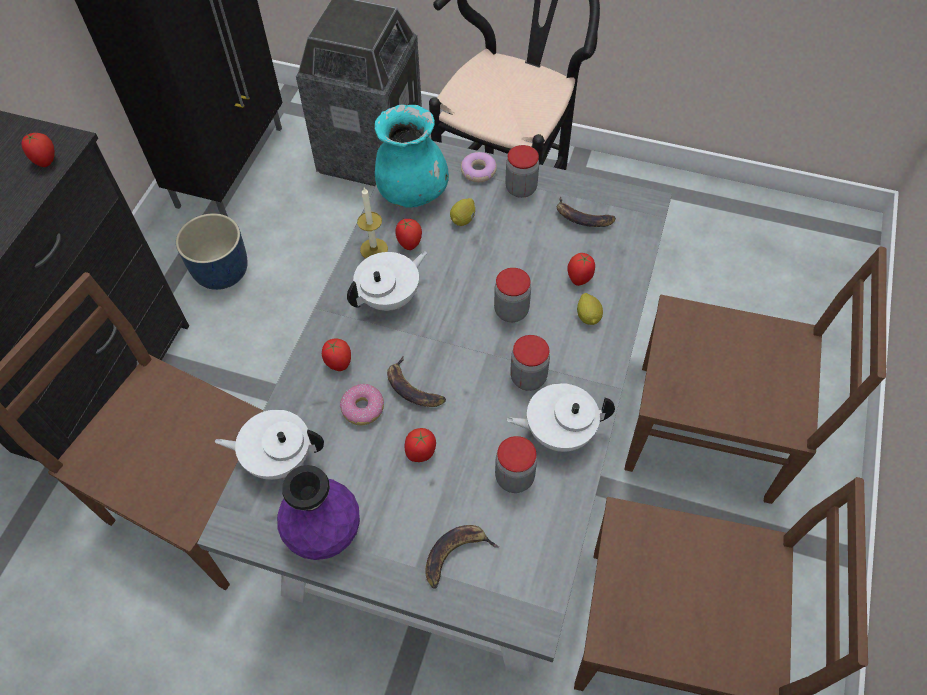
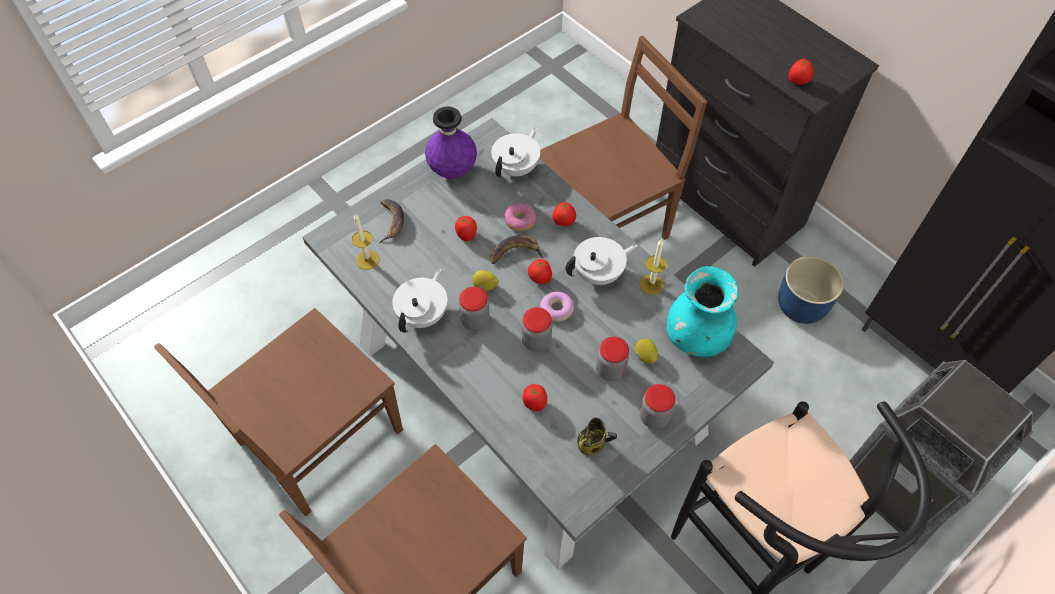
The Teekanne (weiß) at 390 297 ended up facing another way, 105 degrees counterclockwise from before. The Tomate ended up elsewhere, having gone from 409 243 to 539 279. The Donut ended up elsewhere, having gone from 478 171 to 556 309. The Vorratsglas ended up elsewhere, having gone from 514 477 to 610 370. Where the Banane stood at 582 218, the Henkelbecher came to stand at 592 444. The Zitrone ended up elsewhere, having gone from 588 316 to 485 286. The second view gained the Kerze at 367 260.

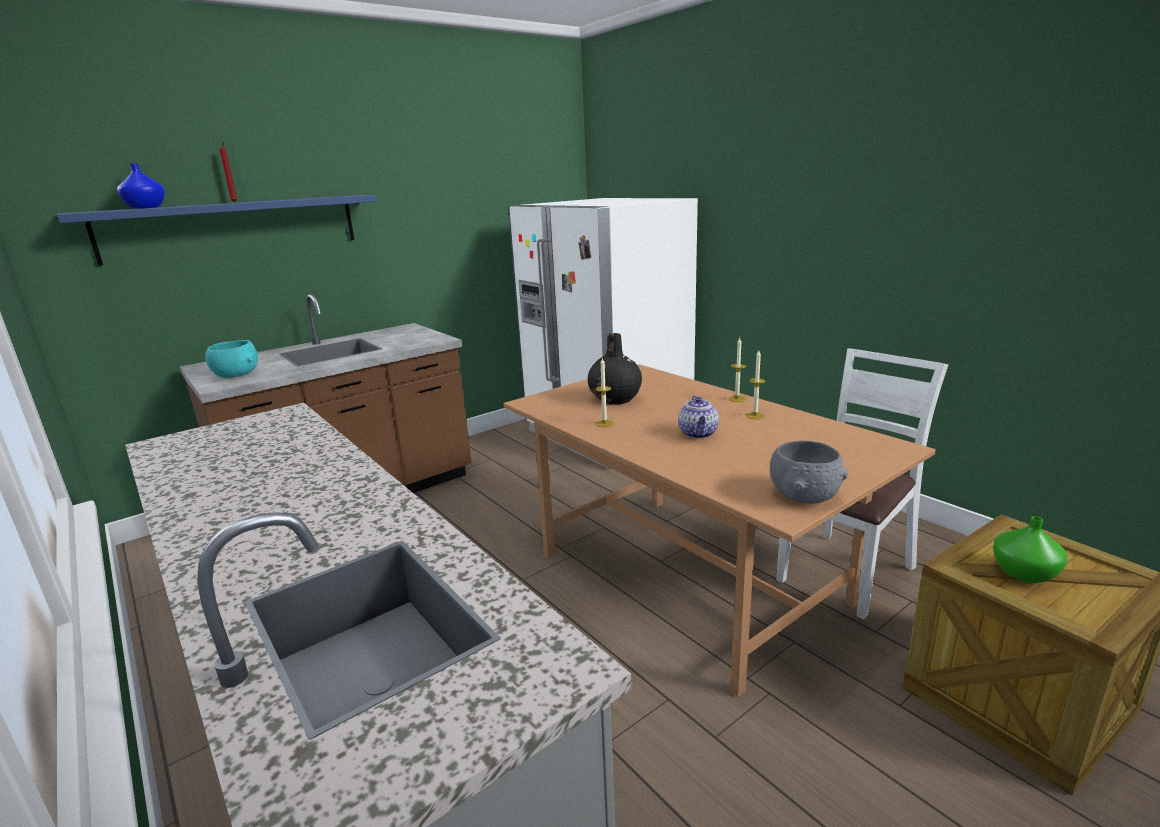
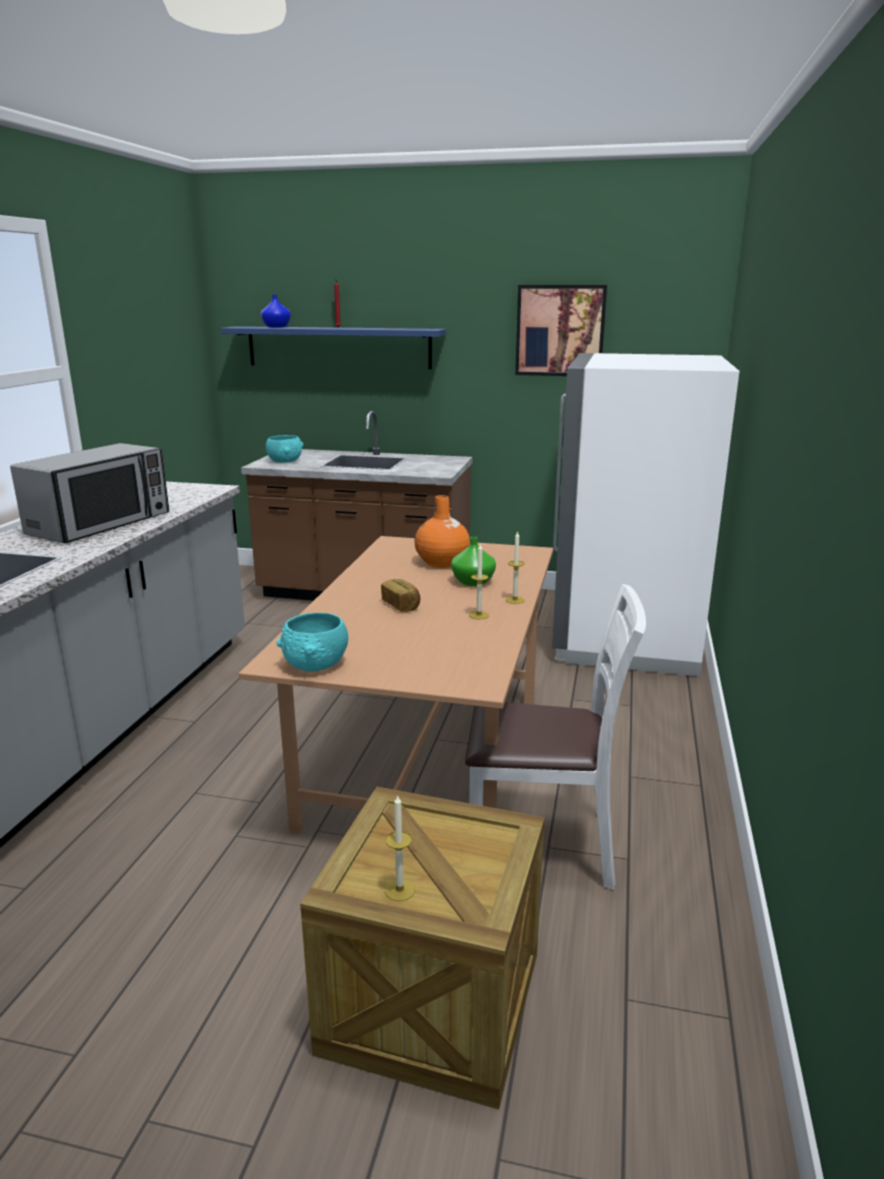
What was the Vase (schwarz) at 615 399 turned into the Vase (orange) at 442 562. The Kerze ended up elsewhere, having gone from 604 423 to 399 890. Where the Teekanne stood at 698 434, the Brot came to stand at 401 605. What was the Schüssel (grau) at 805 495 turned into the Schüssel (türkis) at 316 664. The Vase (grün) ended up elsewhere, having gone from 1023 573 to 472 581. The second view gained the Mikrowelle at 101 524. The second view gained the Bild at 560 331.

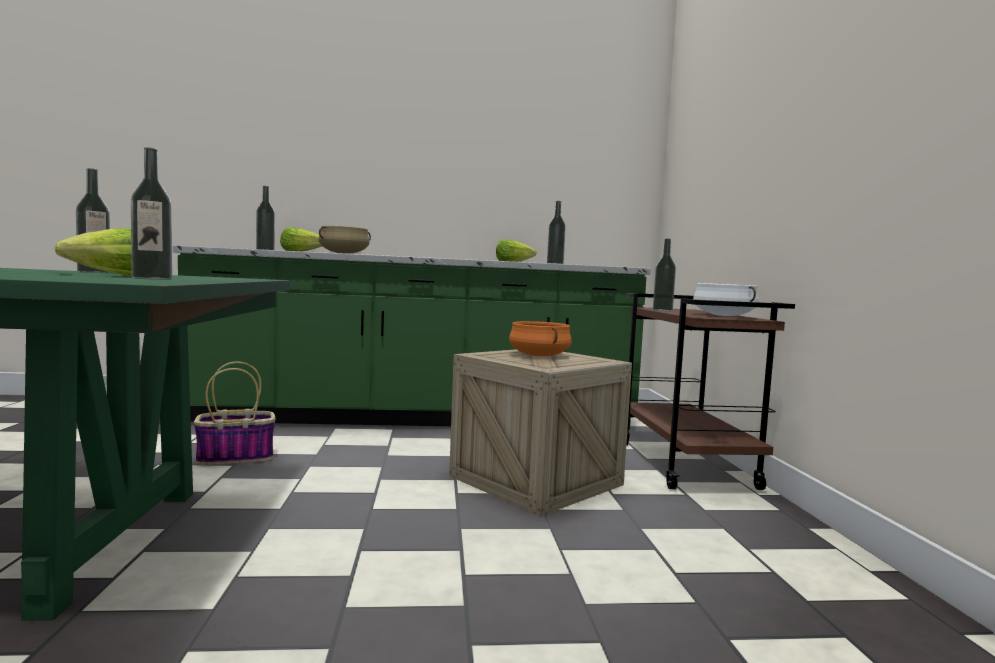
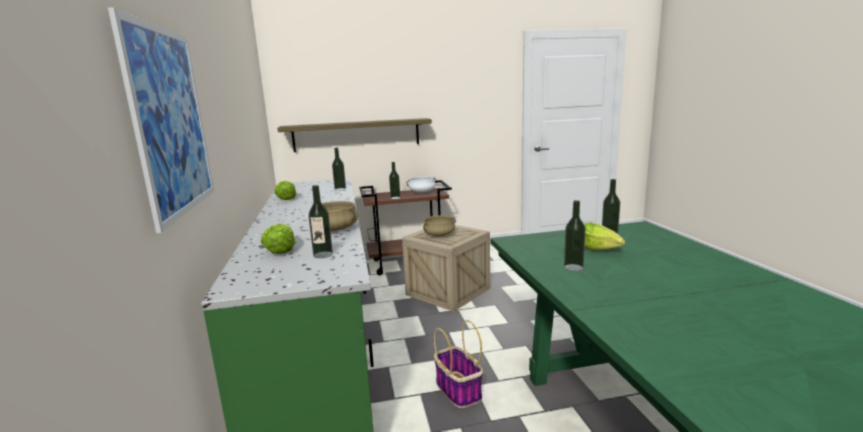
What was the Kochtopf (orange) at 538 355 turned into the Kochtopf (beige) at 439 235. The second view gained the Bild at 171 121. The second view gained the Wandregal at 356 135.

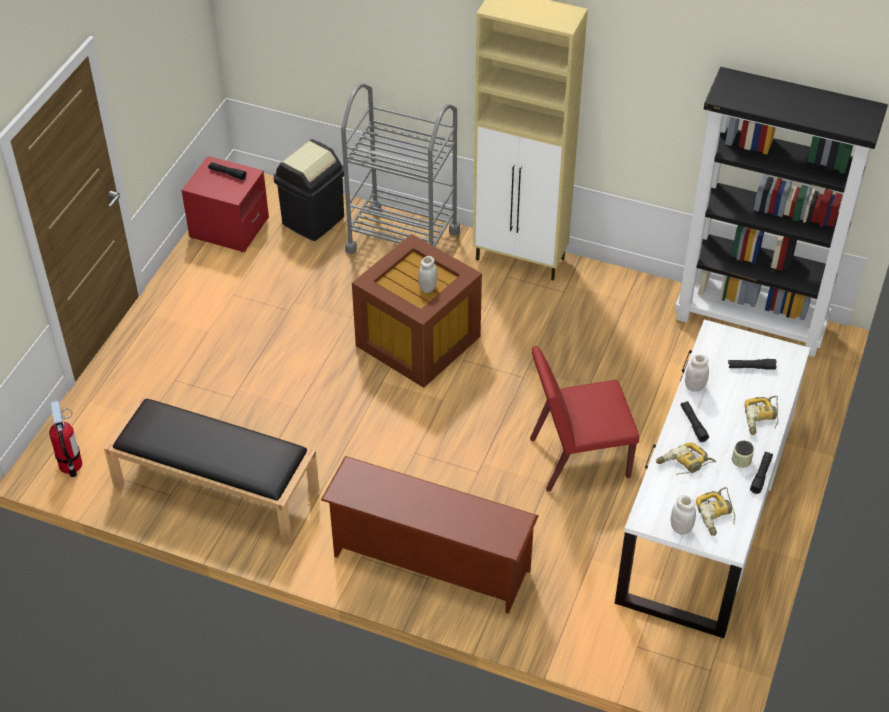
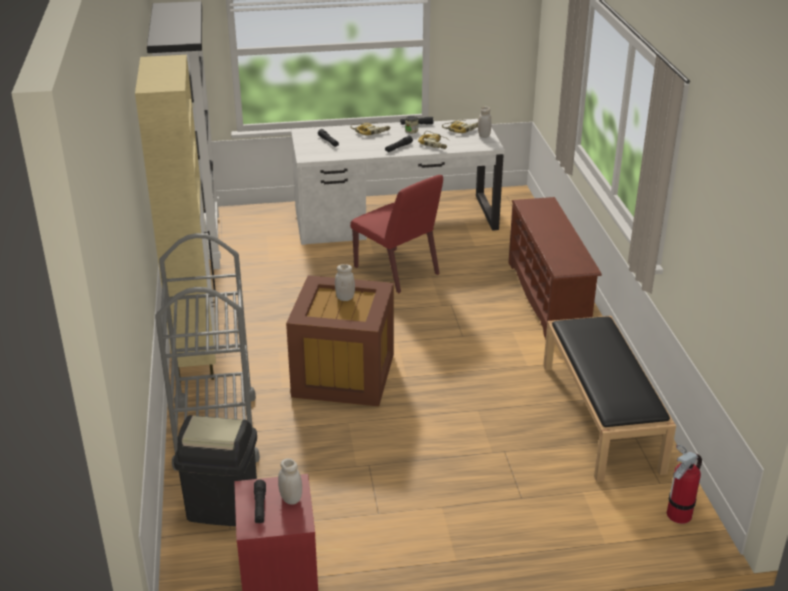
The Vorratsglas (weiß) ended up elsewhere, having gone from 694 386 to 291 499.

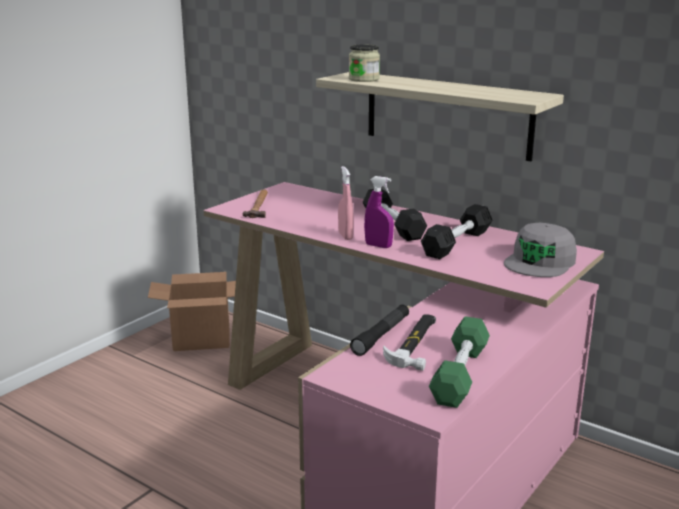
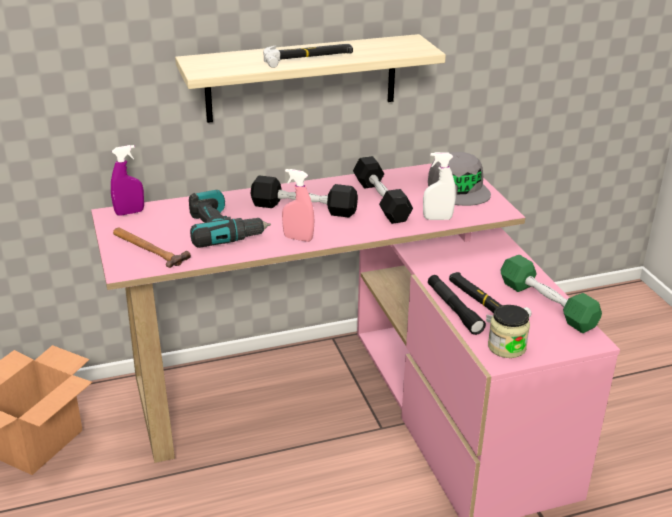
The Vorratsglas ended up elsewhere, having gone from 364 79 to 506 347. The Sprühflasche (lila) ended up elsewhere, having gone from 378 246 to 129 212. The second view gained the Bohrmaschine at 223 230. The second view gained the Hammer at 308 57. The second view gained the Sprühflasche (weiß) at 437 218.

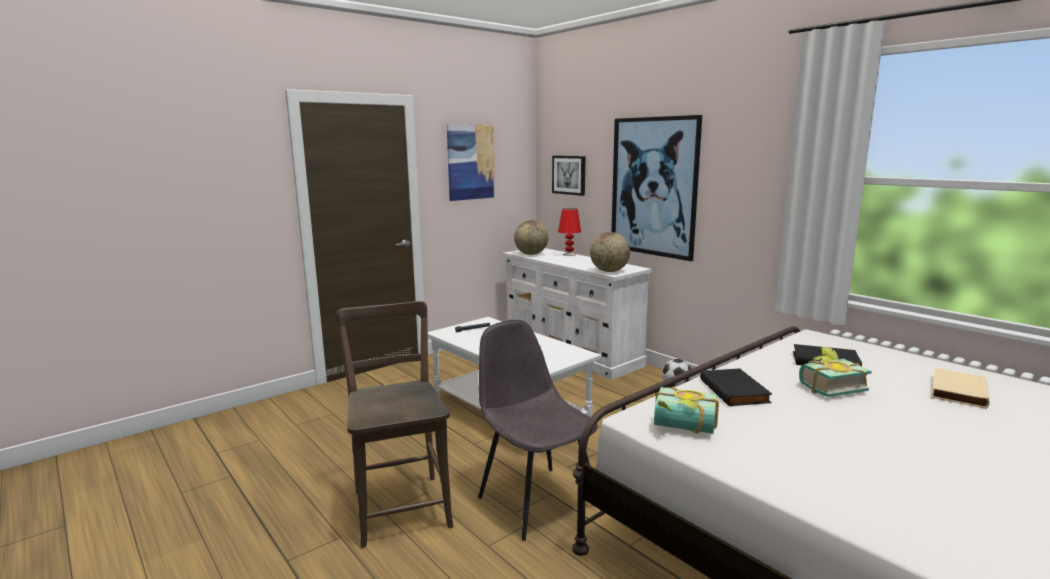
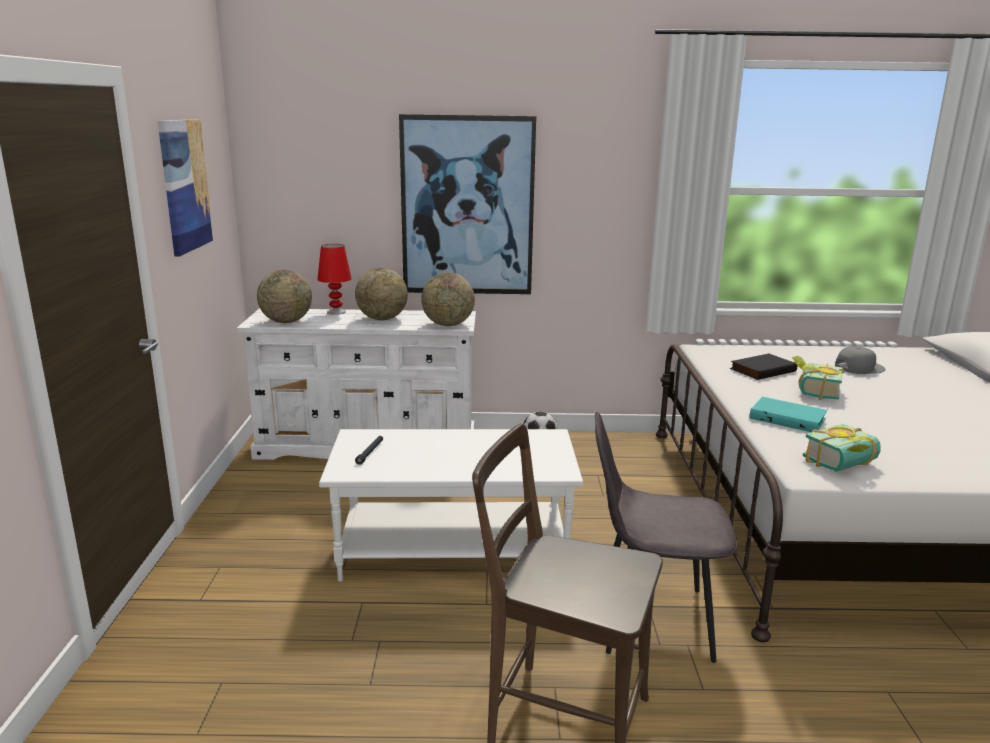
The second view lost the Bild at 569 175. What was the Buch (schwarz) at 736 391 turned into the Buch (türkis) at 788 418. Where the Buch (beige) stood at 956 391, the Kappe (grau) came to stand at 858 367. The second view gained the Globus at 382 319.

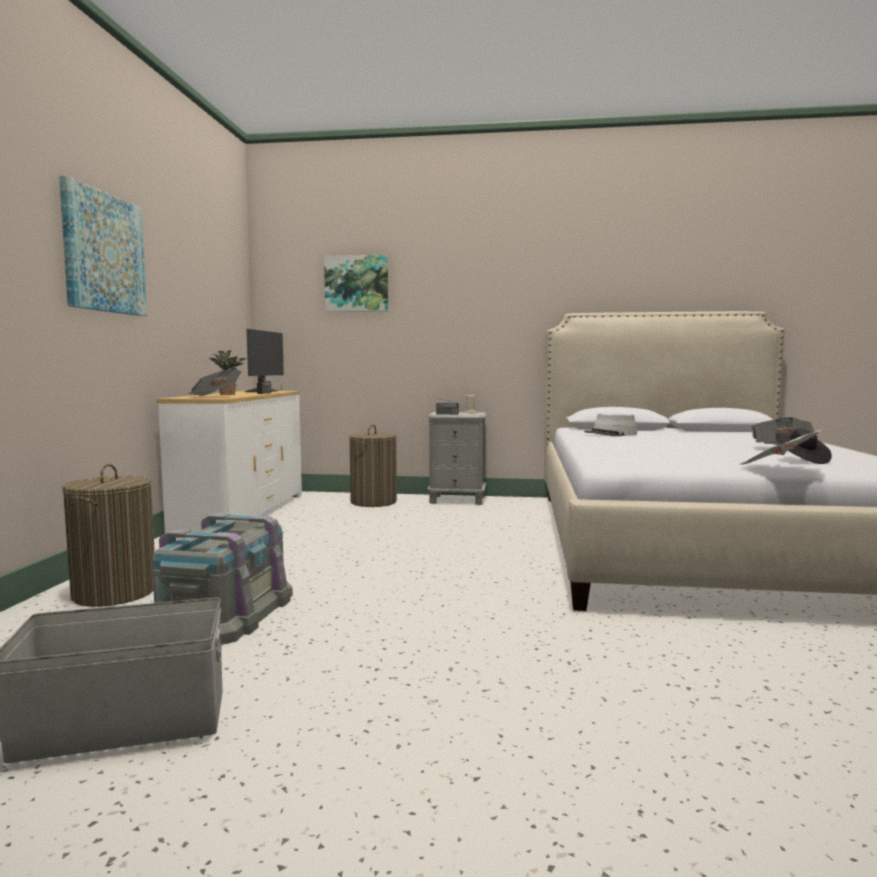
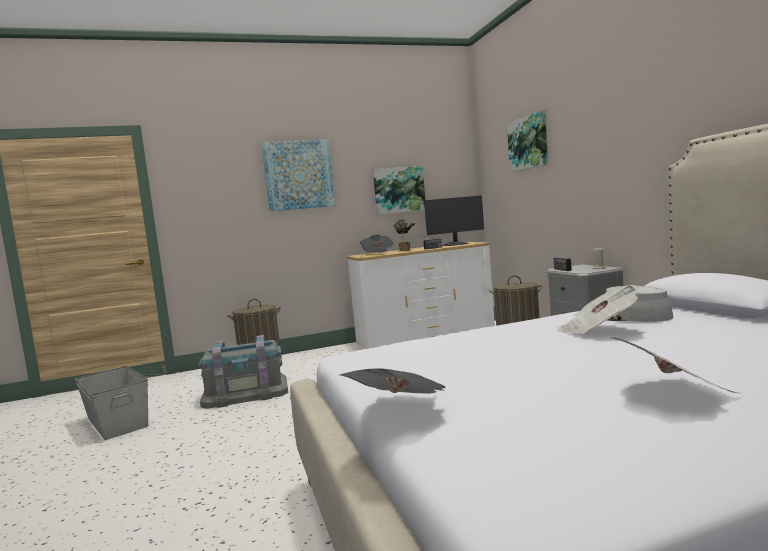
The second view lost the Hut (schwarz) at 801 460. The second view gained the Bild at 399 190. The second view gained the Zeitung at 597 330.

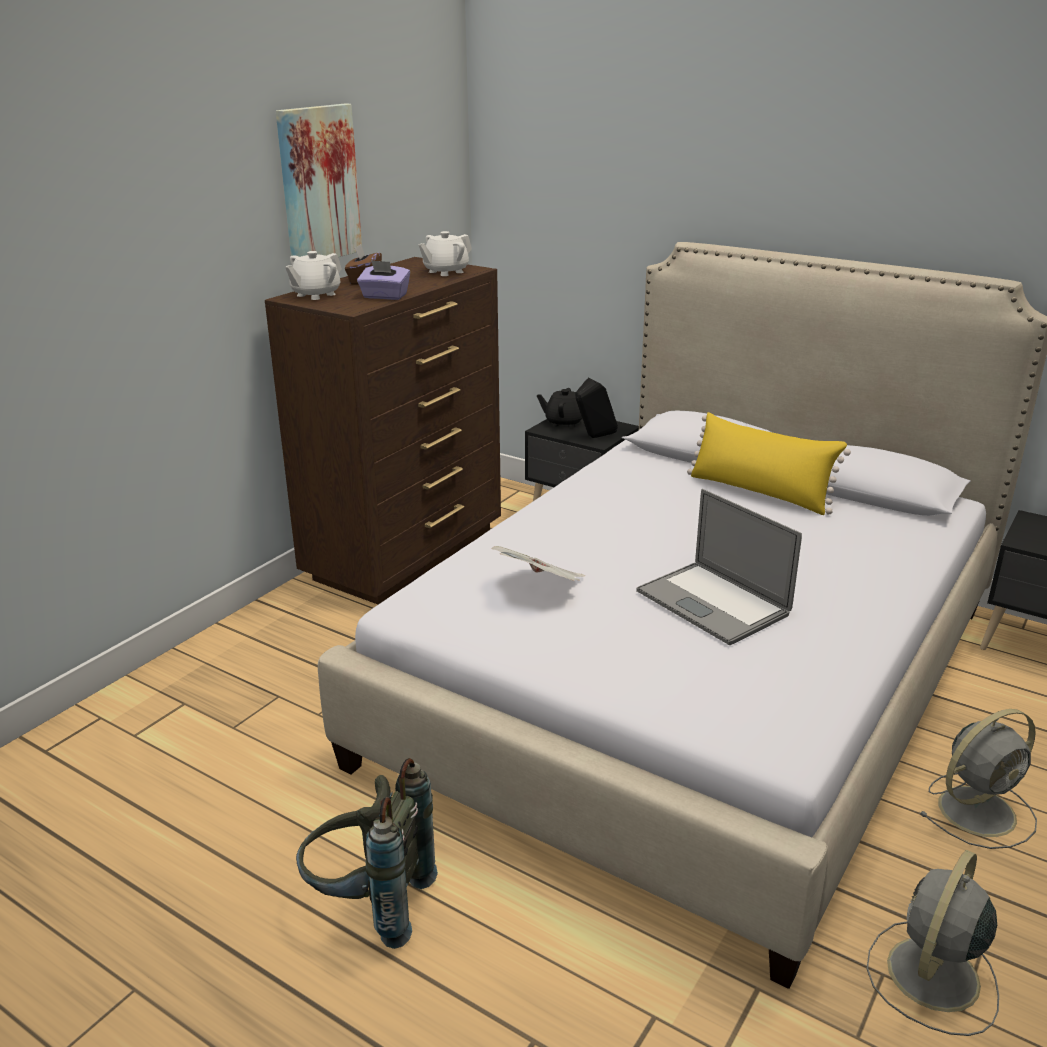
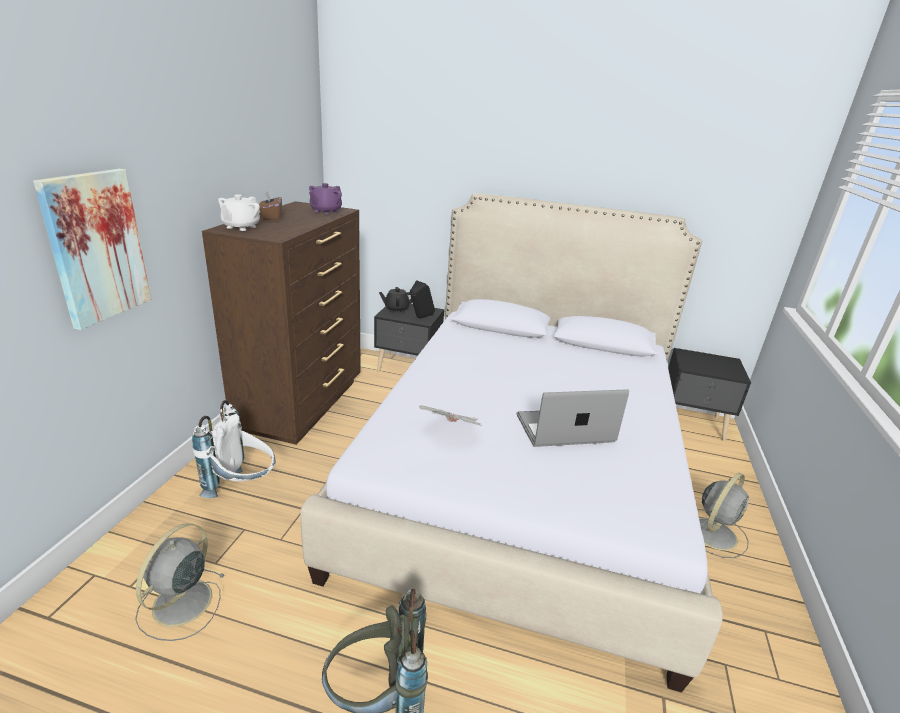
The Bild ended up elsewhere, having gone from 318 184 to 96 247. The second view lost the Taschentuchbox (lila) at 384 296. What was the Teekanne (weiß) at 445 272 turned into the Teekanne (lila) at 325 211. The Laptop at 712 603 ended up facing another way, 135 degrees clockwise from before. The second view lost the Kissen (gelb) at 759 492. The Ventilator (grau) ended up elsewhere, having gone from 931 977 to 180 604. The second view gained the Rucksack (weiß) at 242 487.

